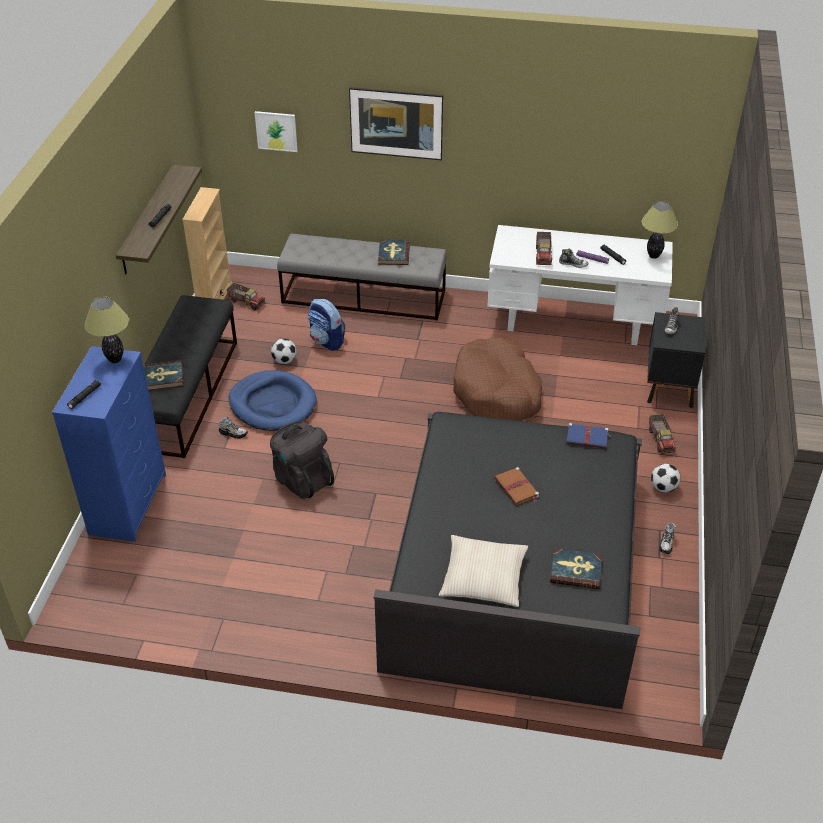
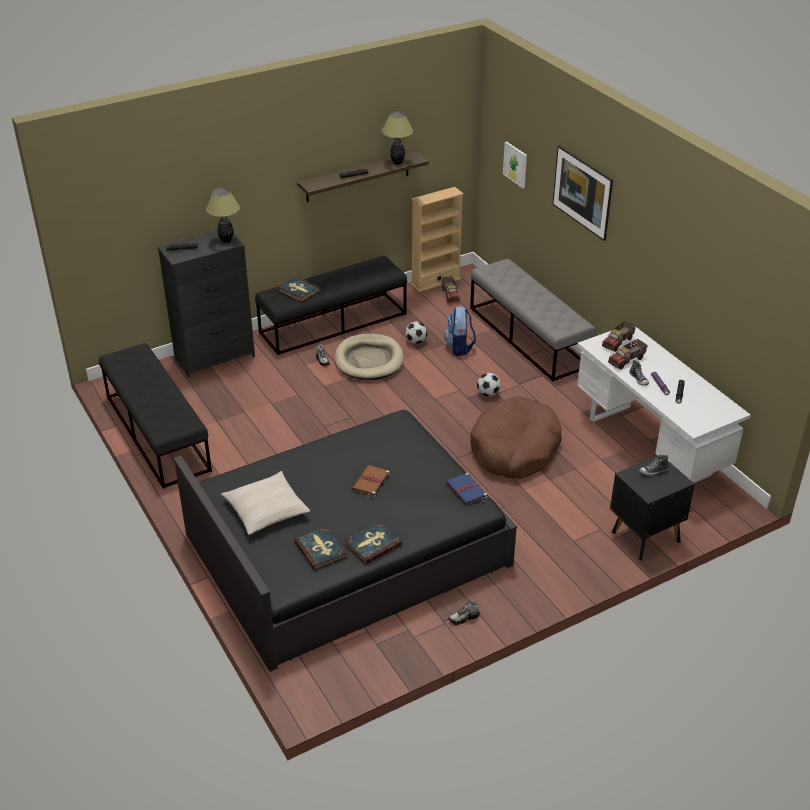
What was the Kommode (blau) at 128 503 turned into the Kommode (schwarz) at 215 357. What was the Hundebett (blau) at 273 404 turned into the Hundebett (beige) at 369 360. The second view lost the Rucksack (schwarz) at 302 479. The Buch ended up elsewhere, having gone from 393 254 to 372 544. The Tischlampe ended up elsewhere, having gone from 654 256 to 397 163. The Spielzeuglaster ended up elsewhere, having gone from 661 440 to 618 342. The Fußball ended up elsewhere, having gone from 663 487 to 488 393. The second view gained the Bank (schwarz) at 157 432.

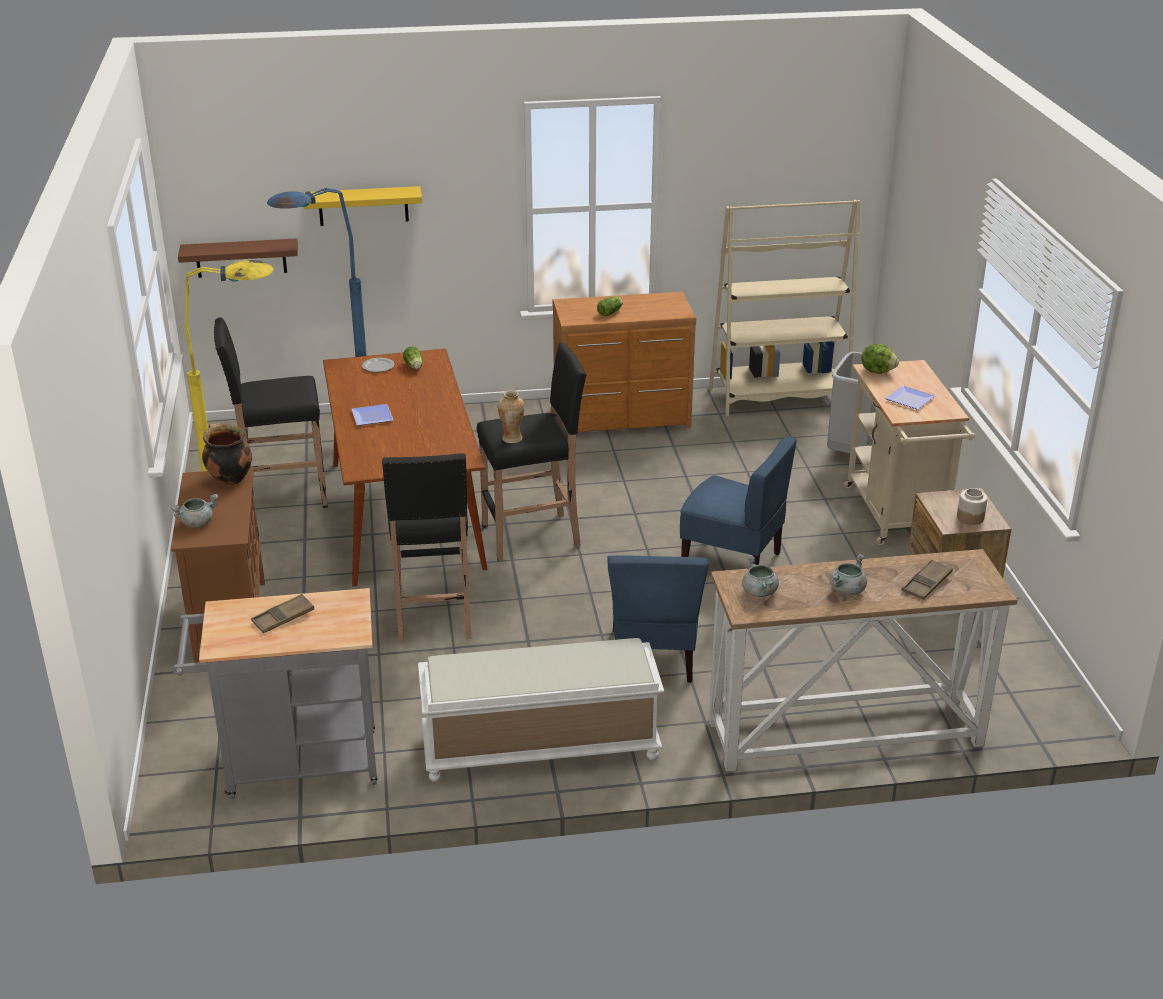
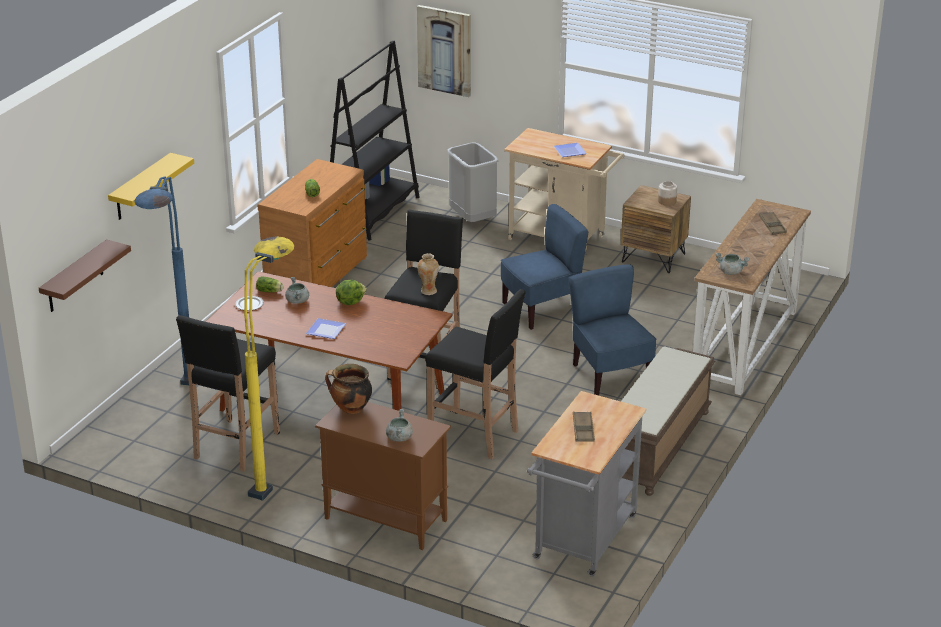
What was the Bank (weiß) at 539 748 turned into the Bank (braun) at 657 447. The Stuhl (blau) at 654 656 ended up facing another way, 150 degrees counterclockwise from before. What was the Bücherregal (beige) at 778 398 turned into the Bücherregal (schwarz) at 372 214. The Kochtopf (grau) ended up elsewhere, having gone from 847 590 to 297 301. The Salatkopf ended up elsewhere, having gone from 878 371 to 350 302. The second view gained the Bild at 444 50.

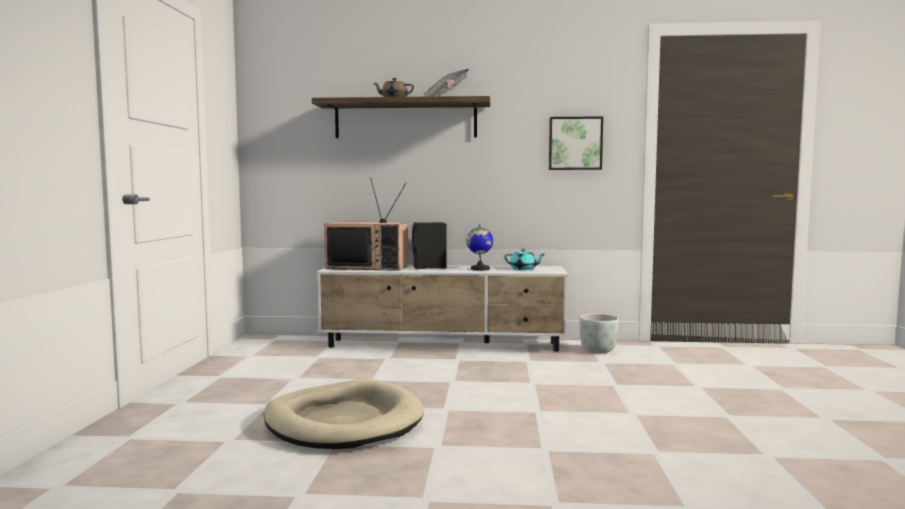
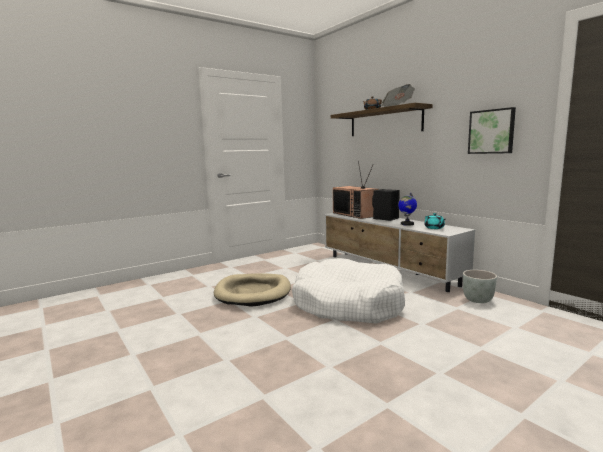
The second view gained the Hundebett (weiß) at 348 304.

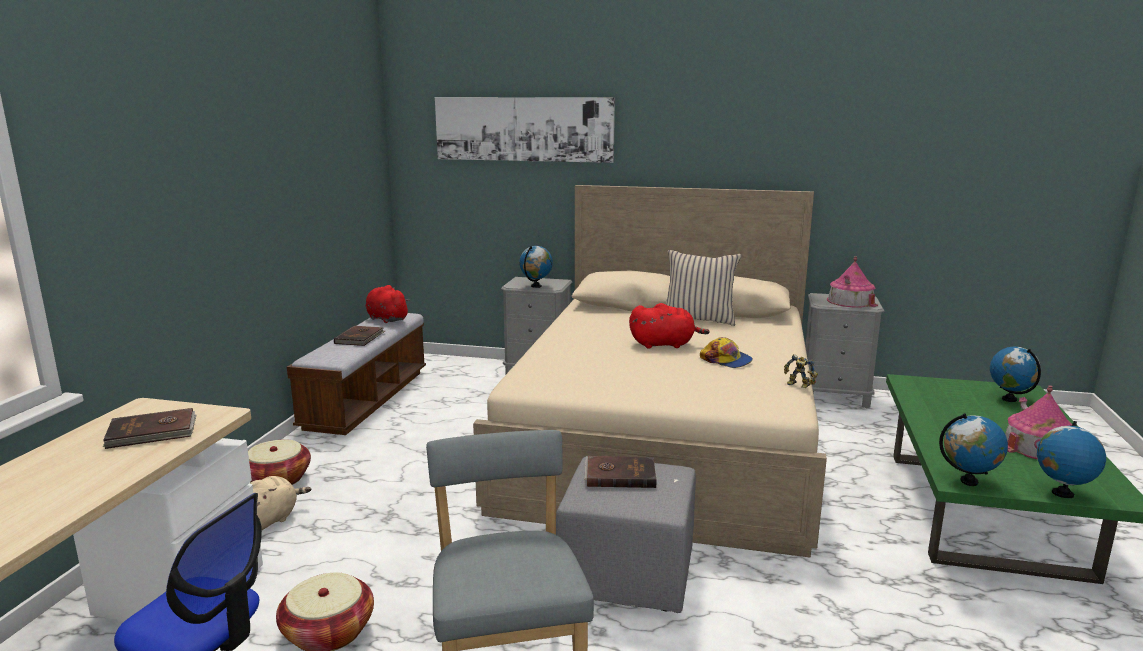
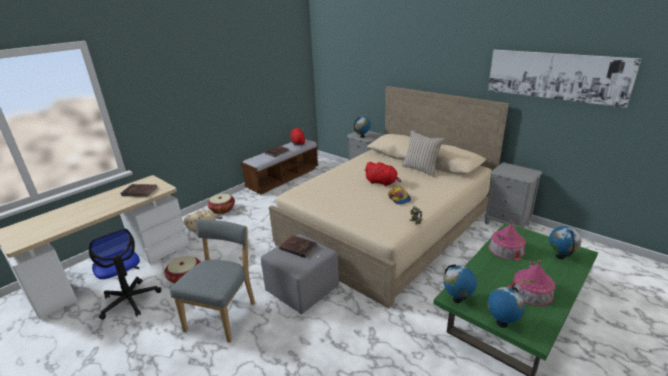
The Bild ended up elsewhere, having gone from 523 129 to 555 76. The Spielzeughaus ended up elsewhere, having gone from 850 301 to 506 249.

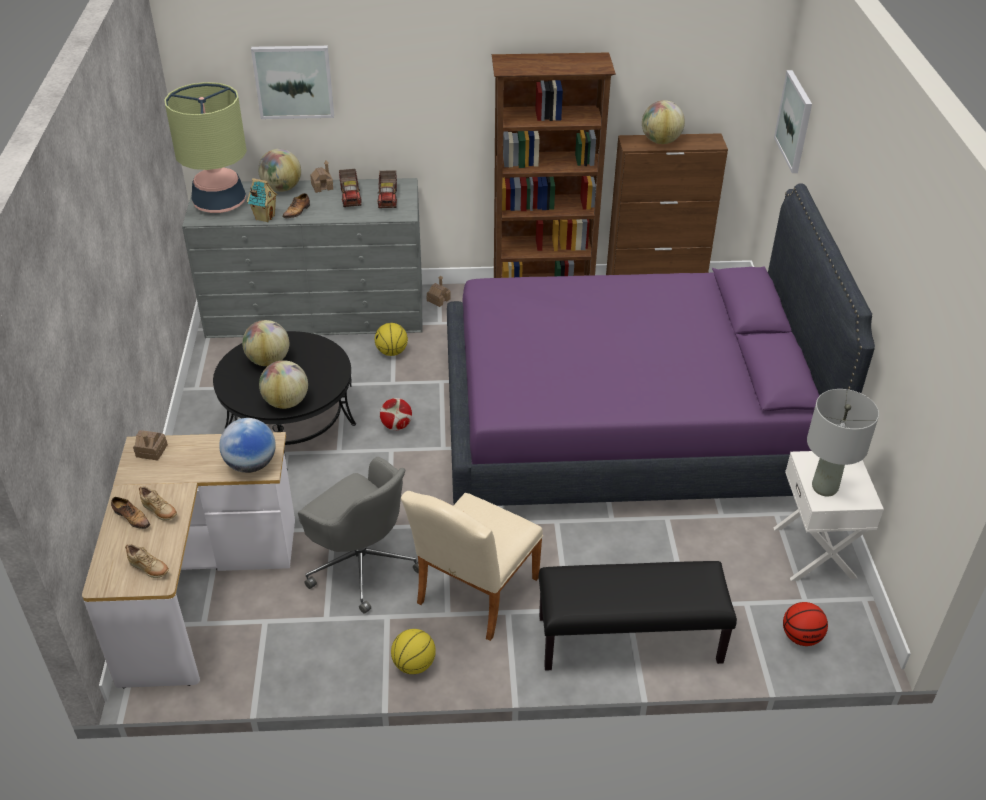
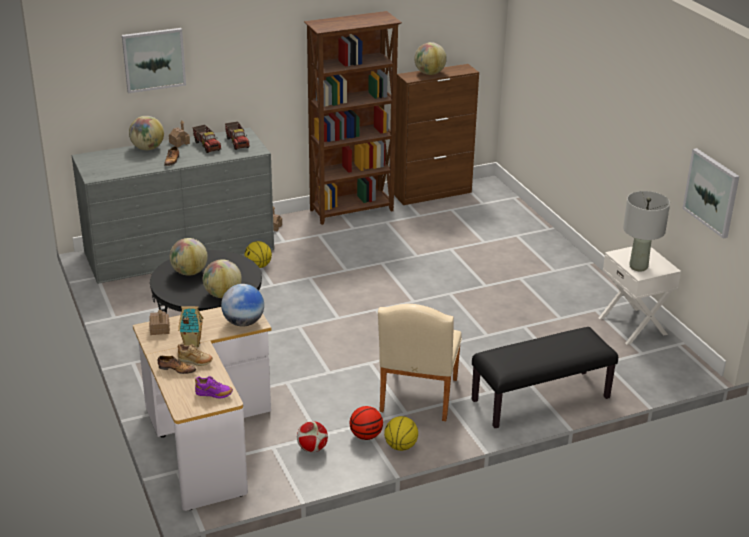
What was the Schuh (beige) at 149 569 turned into the Schuh (lila) at 214 395. The second view lost the Tischlampe at 219 203. The Spielzeughaus ended up elsewhere, having gone from 264 217 to 191 342. The second view lost the Bürostuhl (grau) at 361 563. The Fußball ended up elsewhere, having gone from 396 426 to 312 448. The second view lost the Bett (lila) at 625 426. The Bild ended up elsewhere, having gone from 795 121 to 712 192. The Basketball ended up elsewhere, having gone from 801 637 to 366 436.

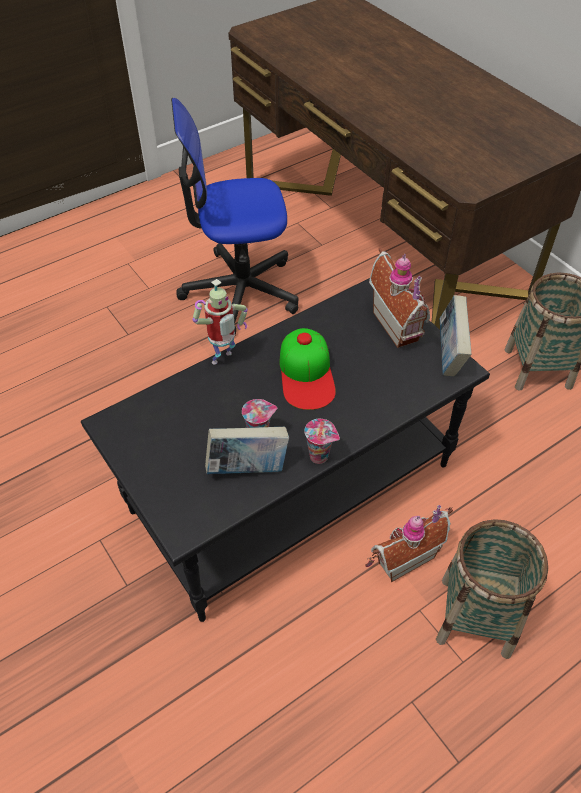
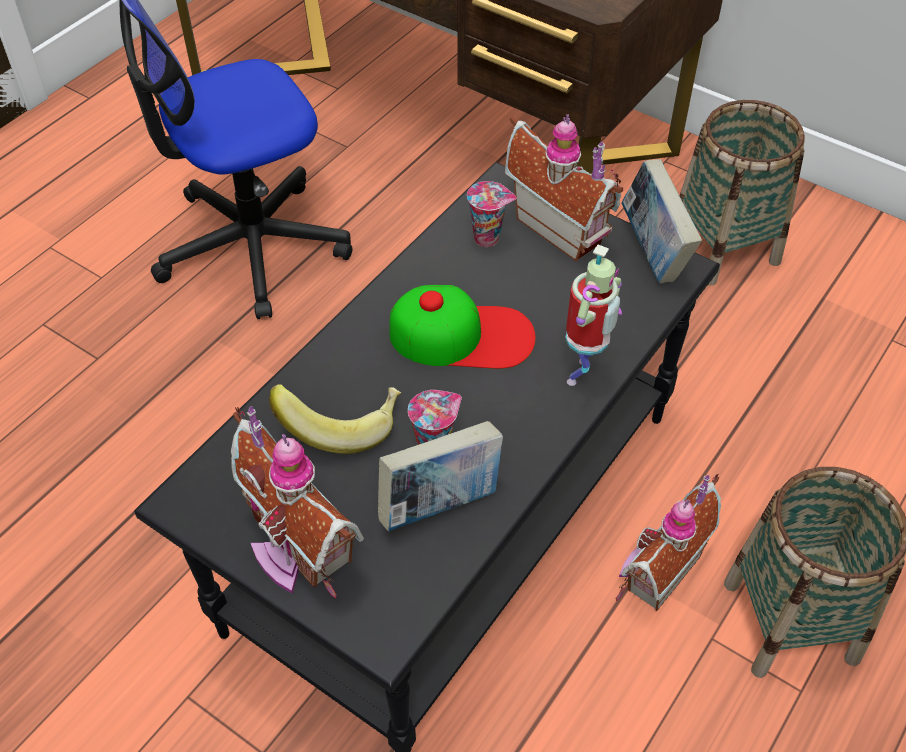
The Spielzeugroboter ended up elsewhere, having gone from 223 360 to 583 374. The Kappe at 306 374 ended up facing another way, 60 degrees counterclockwise from before. The Tasse ended up elsewhere, having gone from 320 456 to 488 238. The second view gained the Spielzeughaus at 295 548. The second view gained the Banane at 341 424.

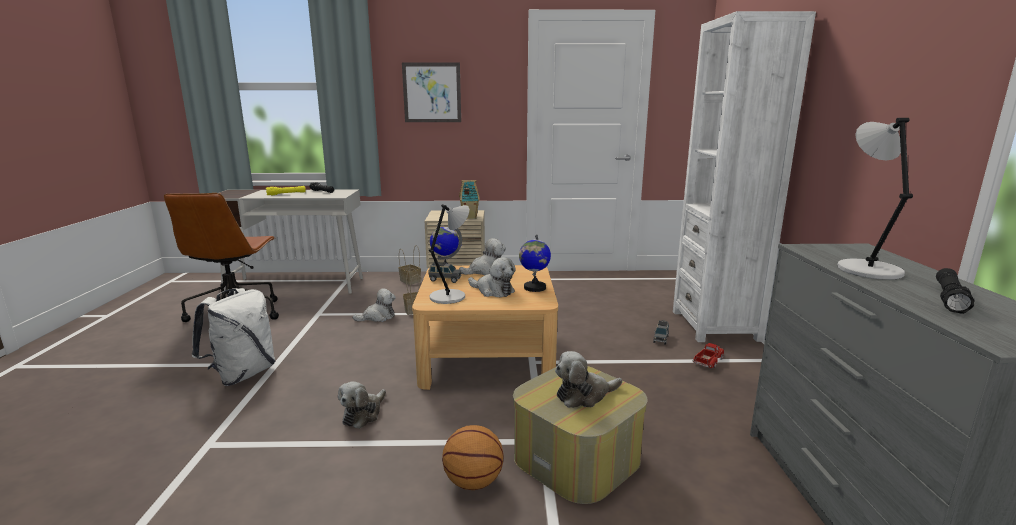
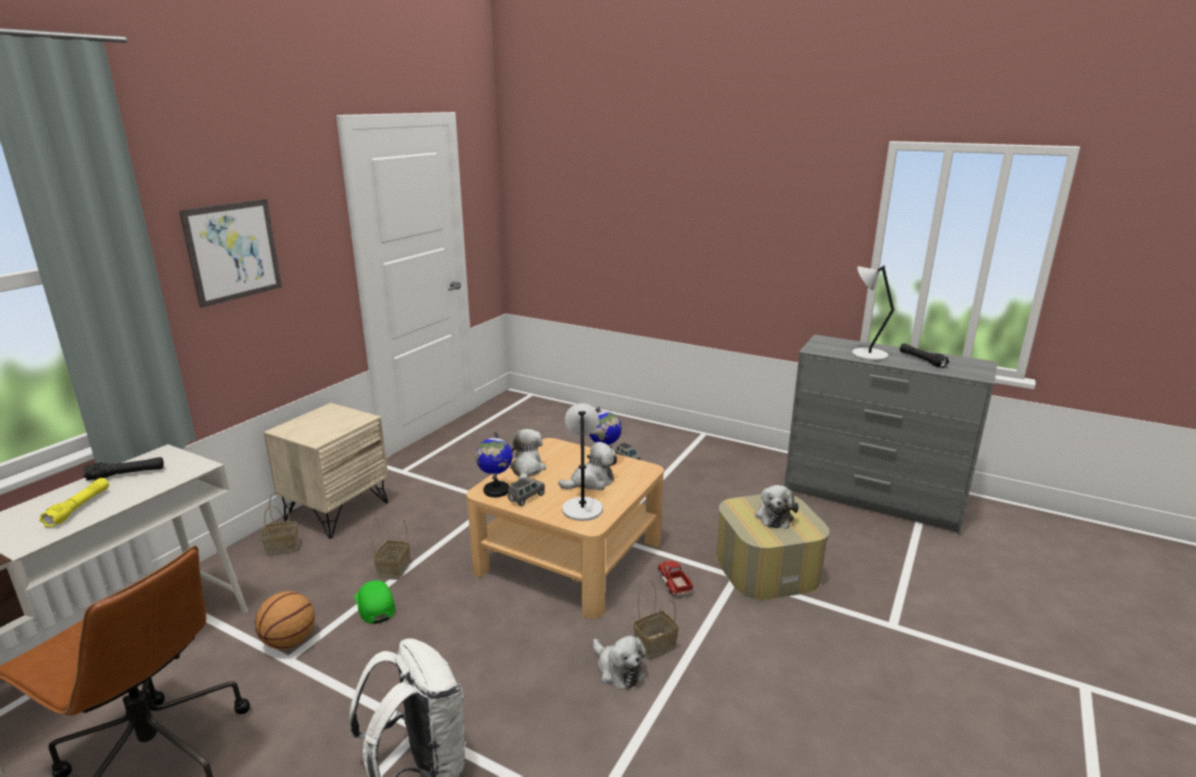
Where the Plüschtier stood at 378 317, the Kappe (grün) came to stand at 375 605. The Basketball ended up elsewhere, having gone from 474 482 to 289 641. The second view lost the Spielzeughaus at 469 217. The second view lost the Bücherregal (weiß) at 715 325. The Spielzeuglaster ended up elsewhere, having gone from 708 361 to 674 583. The second view gained the Korb at 655 645.

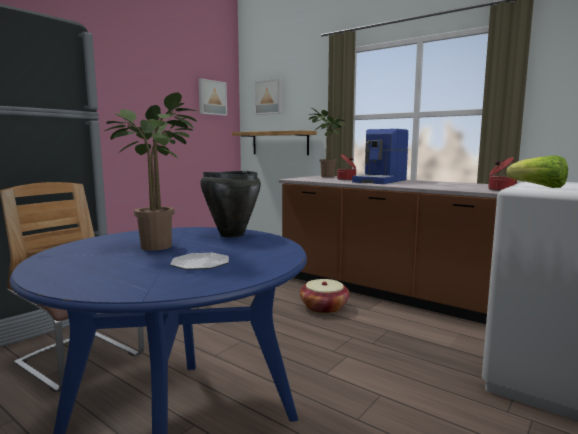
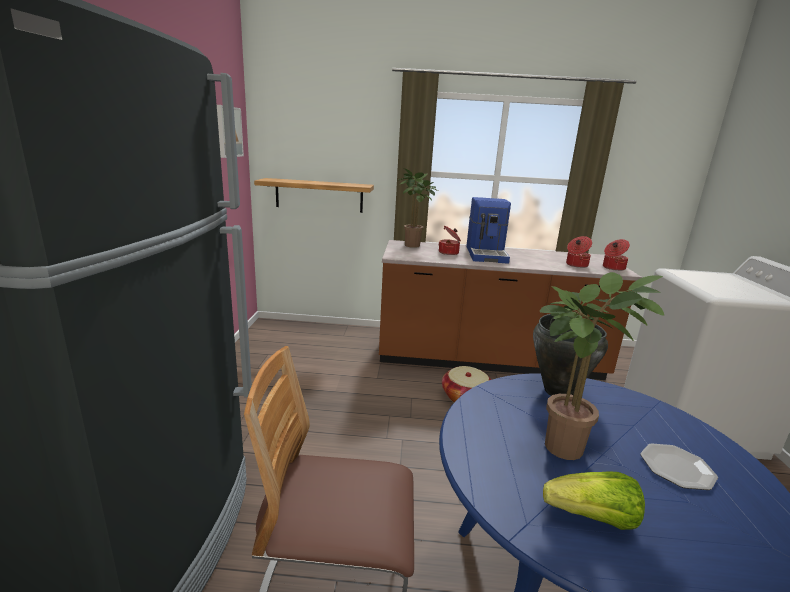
The second view lost the Bild at 269 97. The Salatkopf ended up elsewhere, having gone from 538 187 to 592 519. The second view gained the Kochtopf at 576 265.

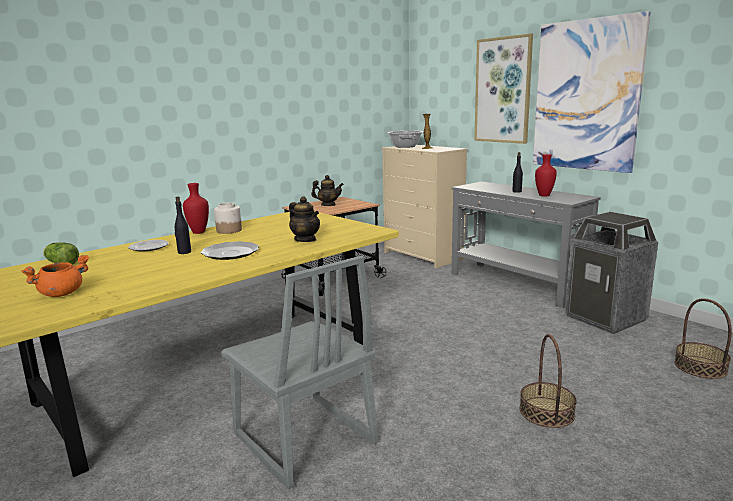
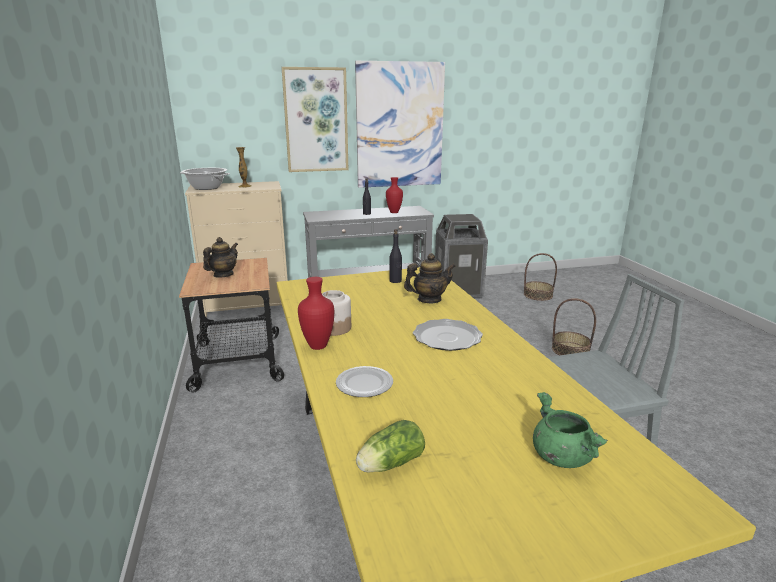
What was the Kochtopf (orange) at 61 294 turned into the Kochtopf (grün) at 561 456. The Flasche (schwarz) ended up elsewhere, having gone from 184 252 to 395 281.

